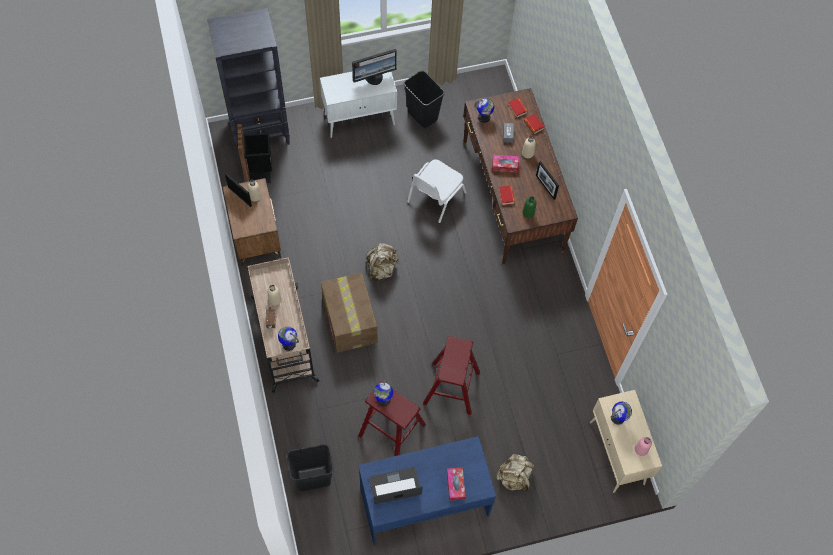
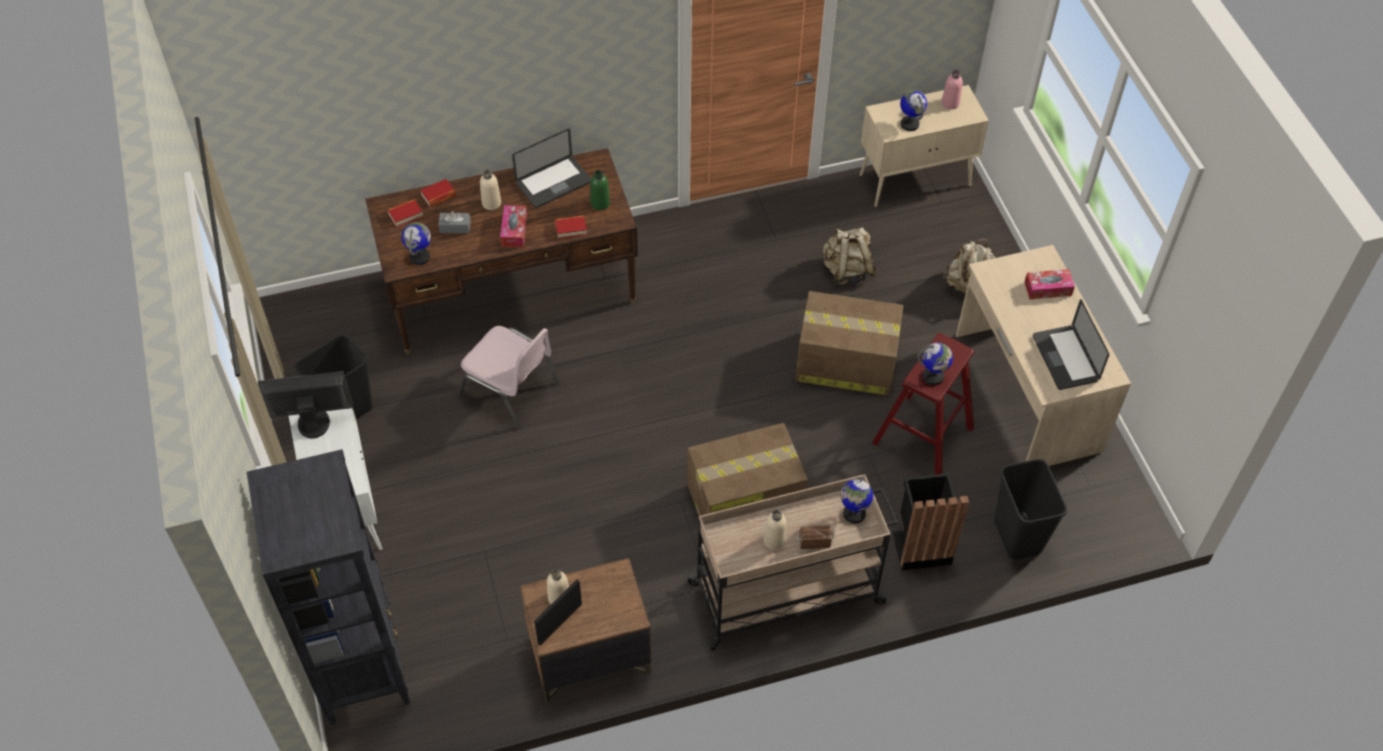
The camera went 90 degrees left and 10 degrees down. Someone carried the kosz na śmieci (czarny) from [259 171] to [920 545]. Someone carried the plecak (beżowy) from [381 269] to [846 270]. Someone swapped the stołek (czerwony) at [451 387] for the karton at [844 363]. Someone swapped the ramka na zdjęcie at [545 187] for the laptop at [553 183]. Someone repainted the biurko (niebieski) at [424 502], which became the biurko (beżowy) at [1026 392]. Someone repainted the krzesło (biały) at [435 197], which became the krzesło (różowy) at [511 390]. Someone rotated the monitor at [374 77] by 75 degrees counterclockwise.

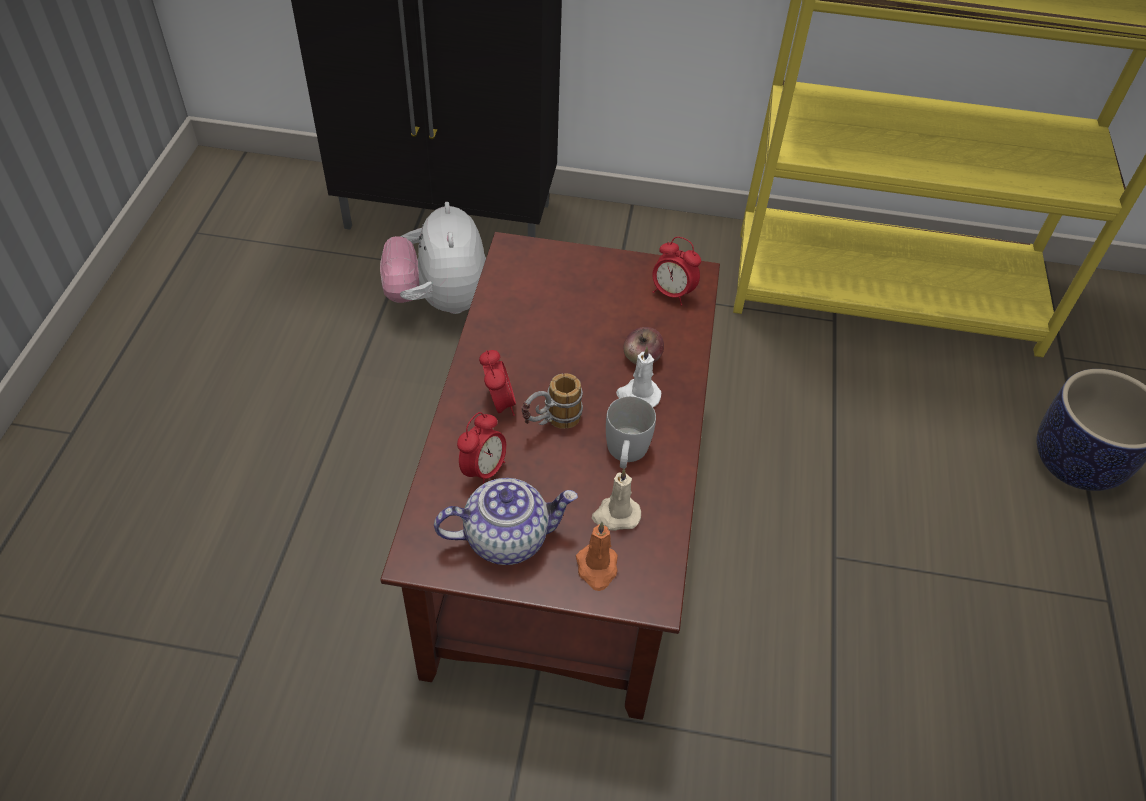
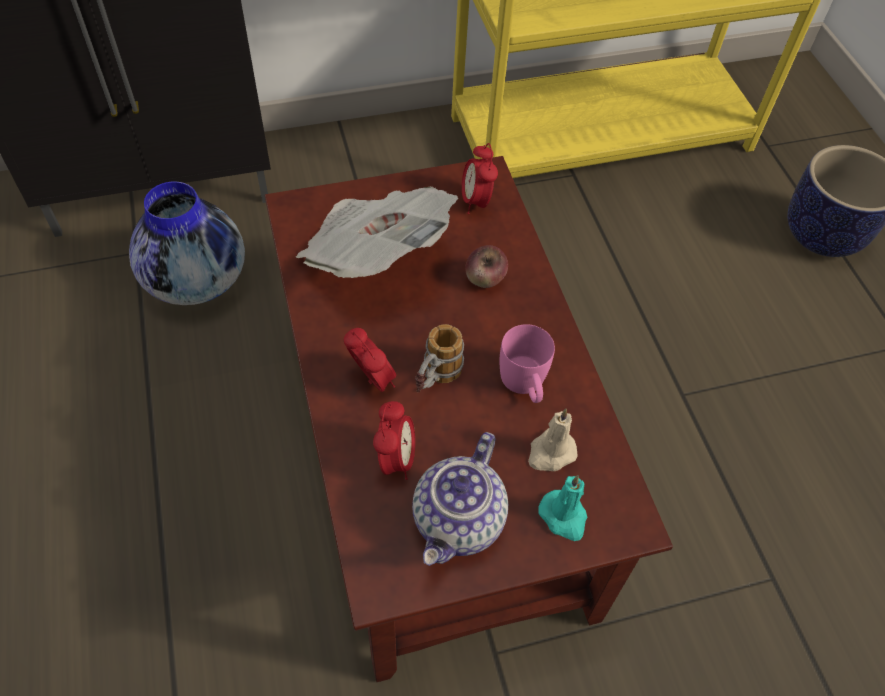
The camera went 25 degrees left and 5 degrees up. Someone took away the świeca (biały) at [638 395]. Someone put down the gazeta at [375 255]. Someone swapped the pluszak at [439 301] for the wazon at [197 280]. Someone repainted the świeca (pomarańczowy) at [597 568], which became the świeca (turkusowy) at [564 517]. Someone repainted the kubek (biały) at [625 454], which became the kubek (różowy) at [524 384]. Someone rotated the imbryk at [507 537] by 150 degrees clockwise. Someone rotated the budzik at [672 293] by 75 degrees clockwise.

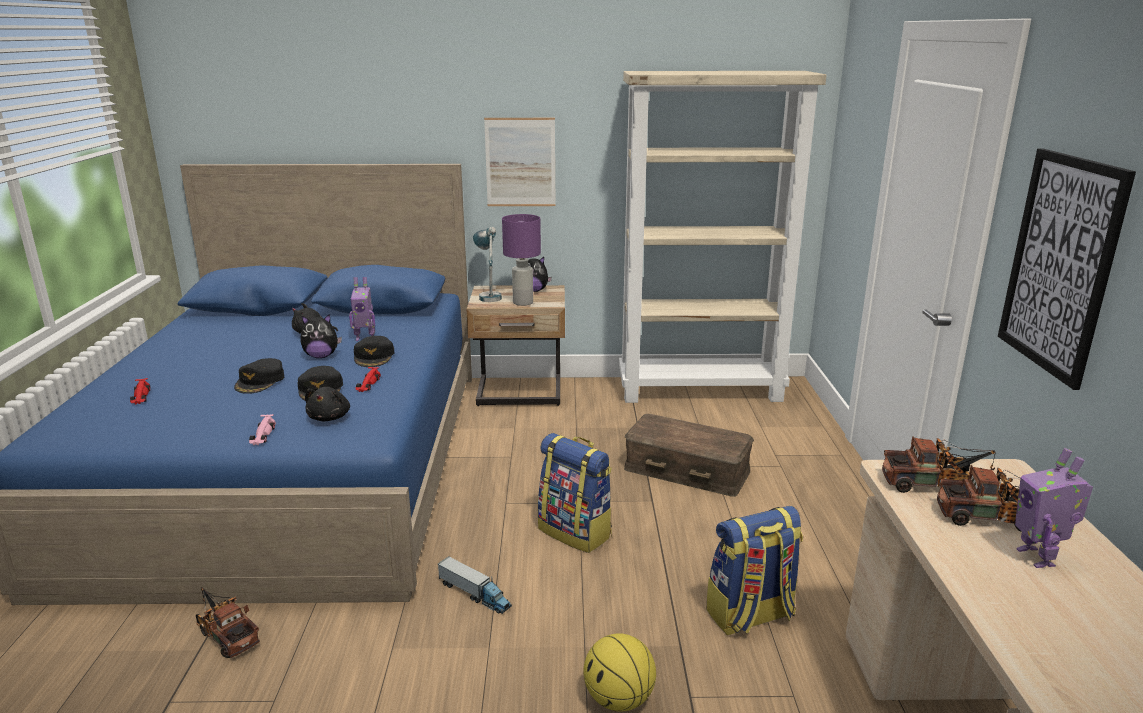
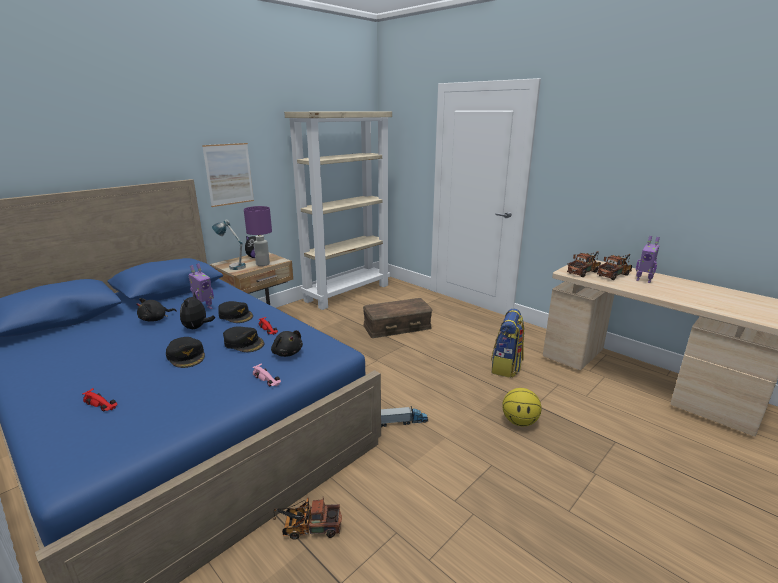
The camera went 45 degrees left and 0 degrees up. Someone took away the plecak at [576 532]. Someone took away the obraz at [1060 264]. Someone rotated the pluszak at [321 356] by 150 degrees clockwise.

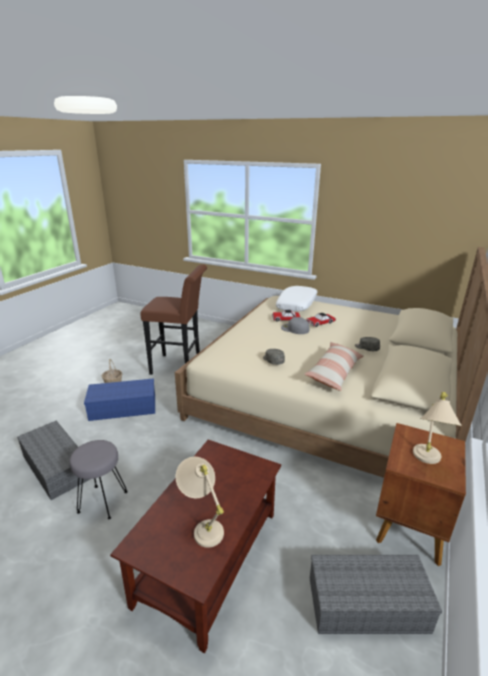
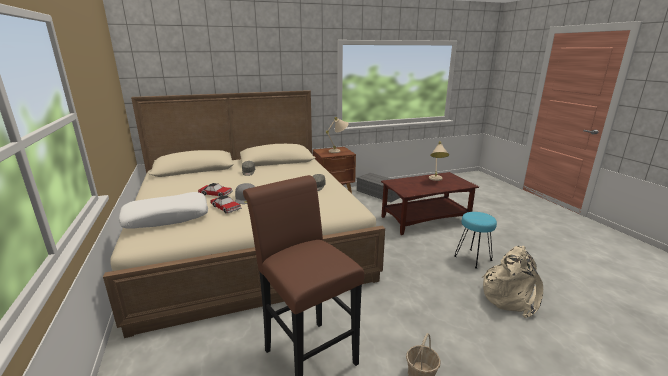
The camera went 135 degrees left and 5 degrees down. Someone took away the pojemnik do przechowywania (niebieski) at [124 407]. Someone took away the poduszka at [334 372]. Someone swapped the pojemnik do przechowywania (szary) at [55 467] for the plecak (beżowy) at [511 297]. Someone repainted the stołek (szary) at [103 501], which became the stołek (turkusowy) at [472 258].

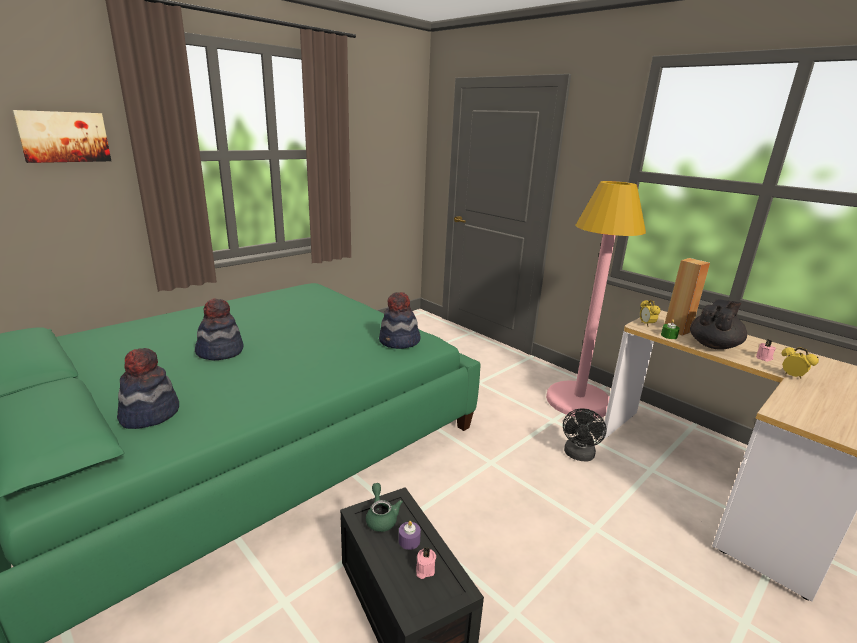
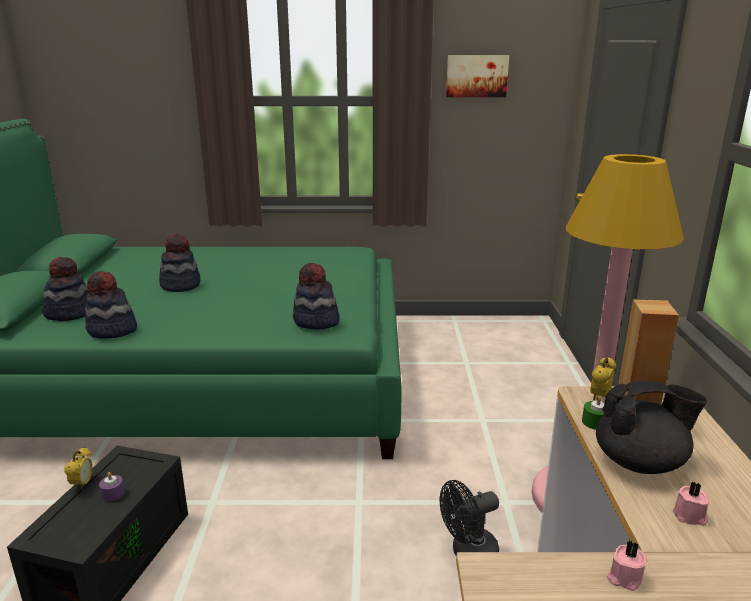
The camera went 45 degrees right and 0 degrees up. Someone took away the imbryk (zielony) at [381 517]. Someone put down the kapelusz at [112 330]. Someone carried the obraz from [64 137] to [476 76]. Someone carried the świeca (różowy) from [424 570] to [623 578]. Someone carried the budzik from [792 376] to [83 484].

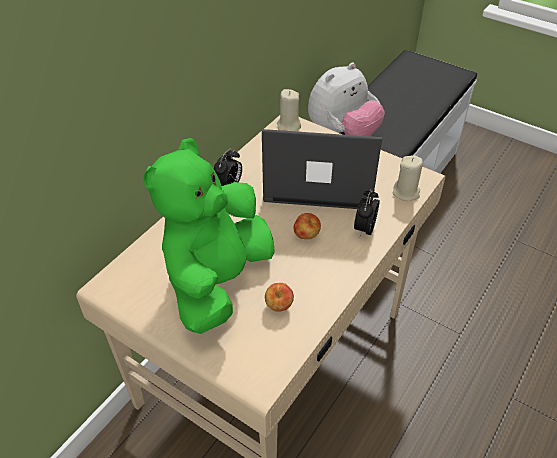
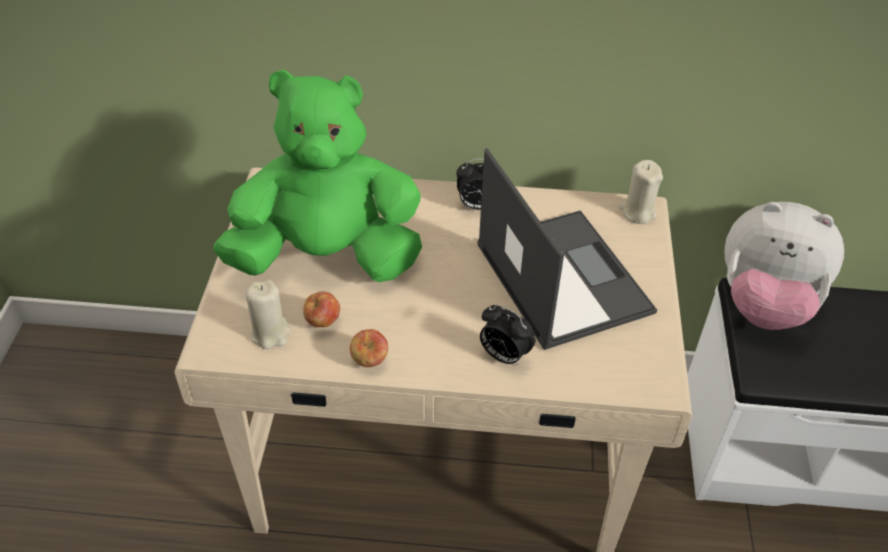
The camera went 60 degrees right and 0 degrees up. Someone carried the jabłko from [306 235] to [369 360]. Someone carried the świeca (beżowy) from [406 193] to [270 333]. Someone rotated the budzik at [364 229] by 135 degrees counterclockwise.

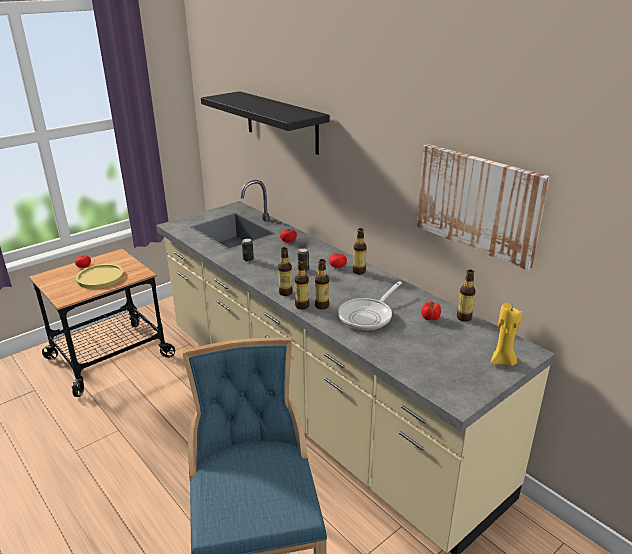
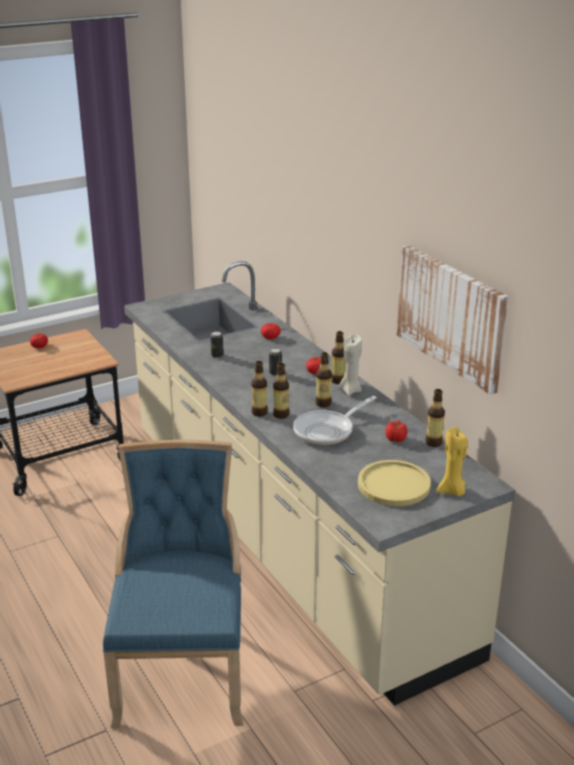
The camera went 10 degrees right and 0 degrees up. Someone took away the półka (czarny) at [281 122]. Someone put down the świeca (beżowy) at [350 390]. Someone carried the talerz (żółty) from [100 277] to [393 485]. Someone carried the butelka from [285 293] to [323 403].

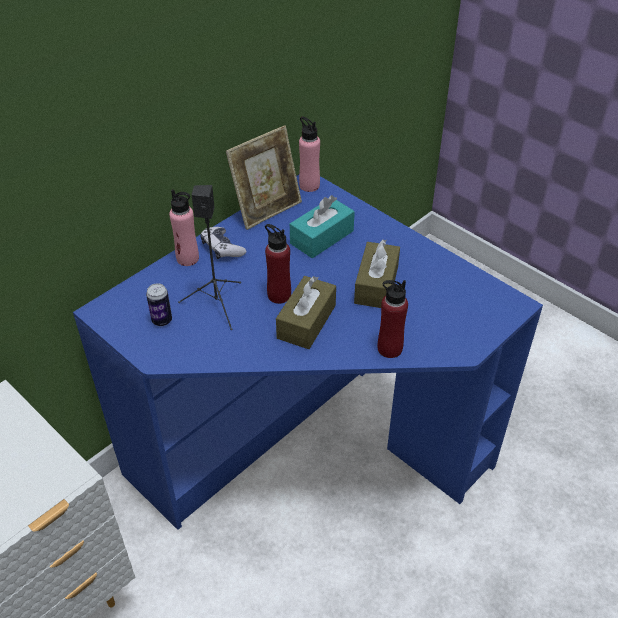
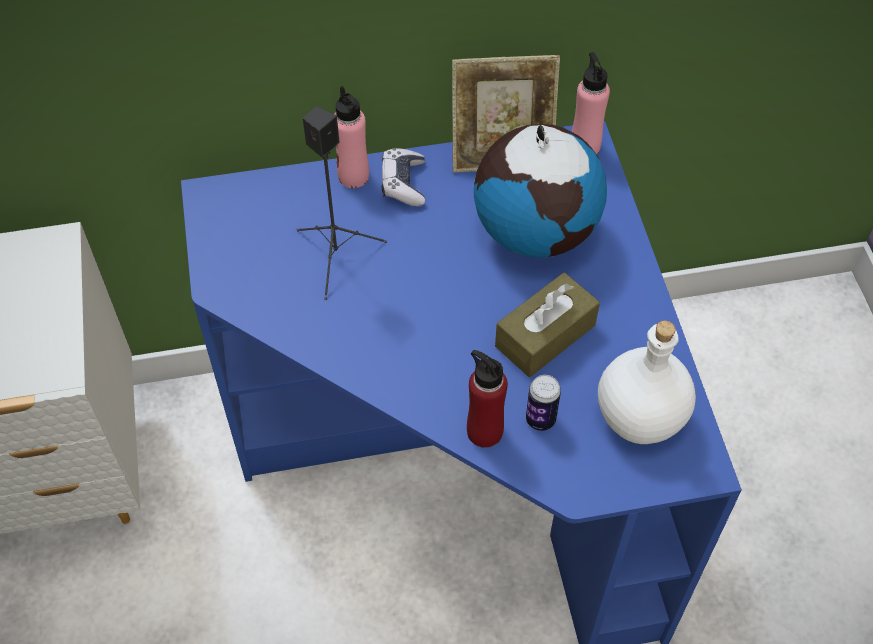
The camera went 35 degrees right and 10 degrees up. Someone took away the butelka (czerwony) at [279 295]. Someone took away the pudełko chusteczek (brązowy) at [306 322]. Someone put down the butelka (biały) at [640 419]. Someone carried the puszka from [162 320] to [540 419]. Someone swapped the pudełko chusteczek (turkusowy) at [322 237] for the globus at [535 231].

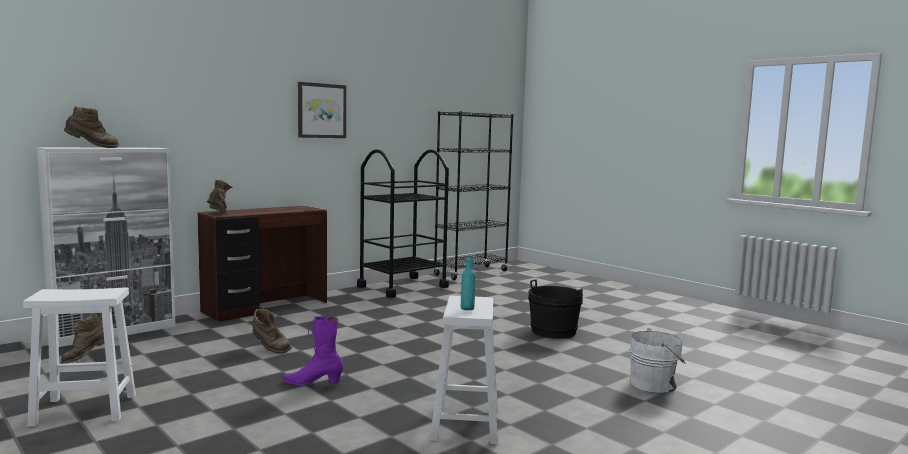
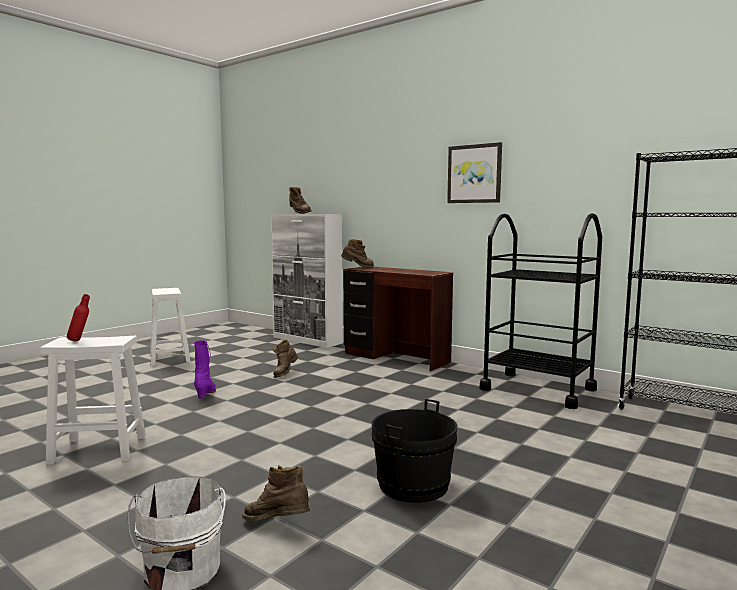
The camera went 80 degrees right and 0 degrees up. Someone carried the but z cholewką (brązowy) from [87 359] to [278 526]. Someone repainted the butelka (turkusowy) at [467 309], which became the butelka (czerwony) at [80 341].

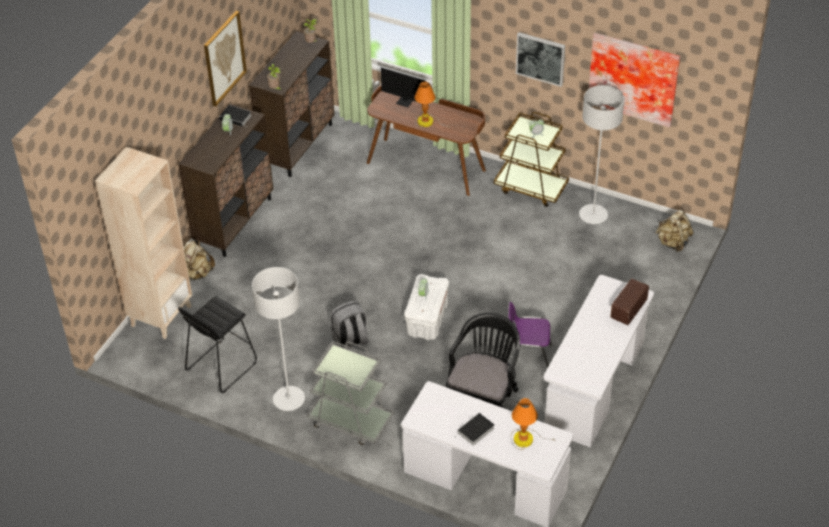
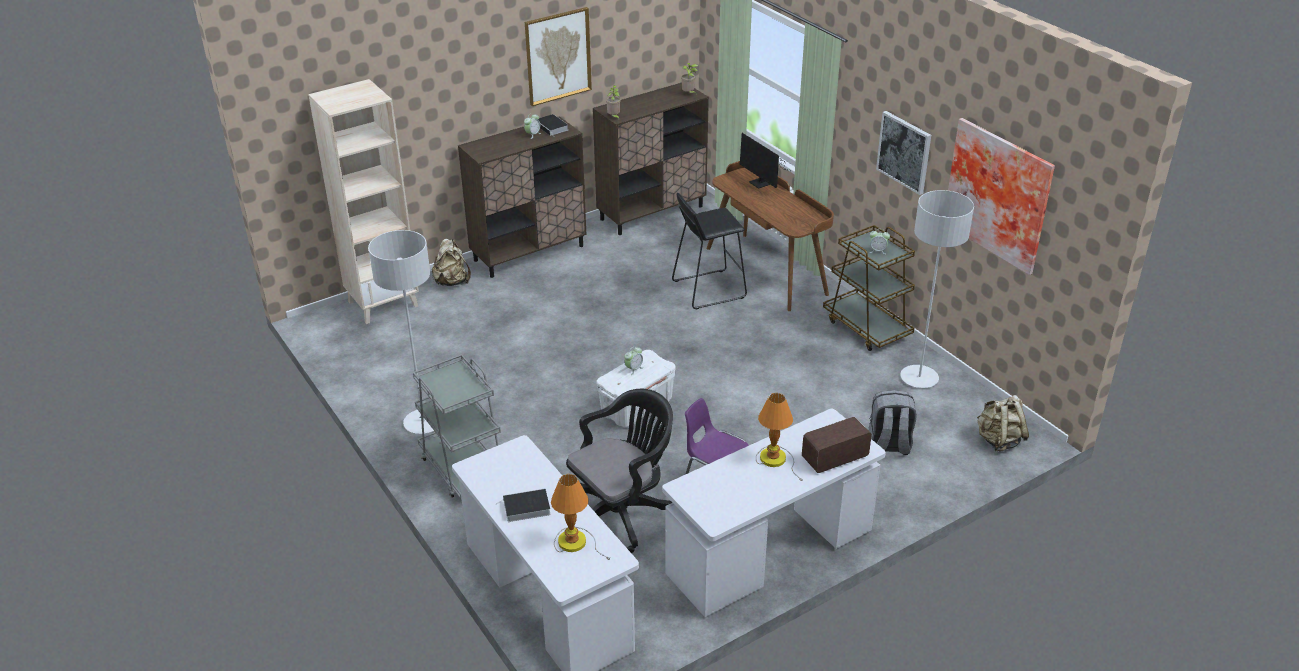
The camera went 30 degrees right and 10 degrees down. Someone carried the stołek (czarny) from [221 366] to [708 289]. Someone carried the plecak (szary) from [350 340] to [889 445]. Someone carried the lampa stołowa from [427 121] to [776 459].

